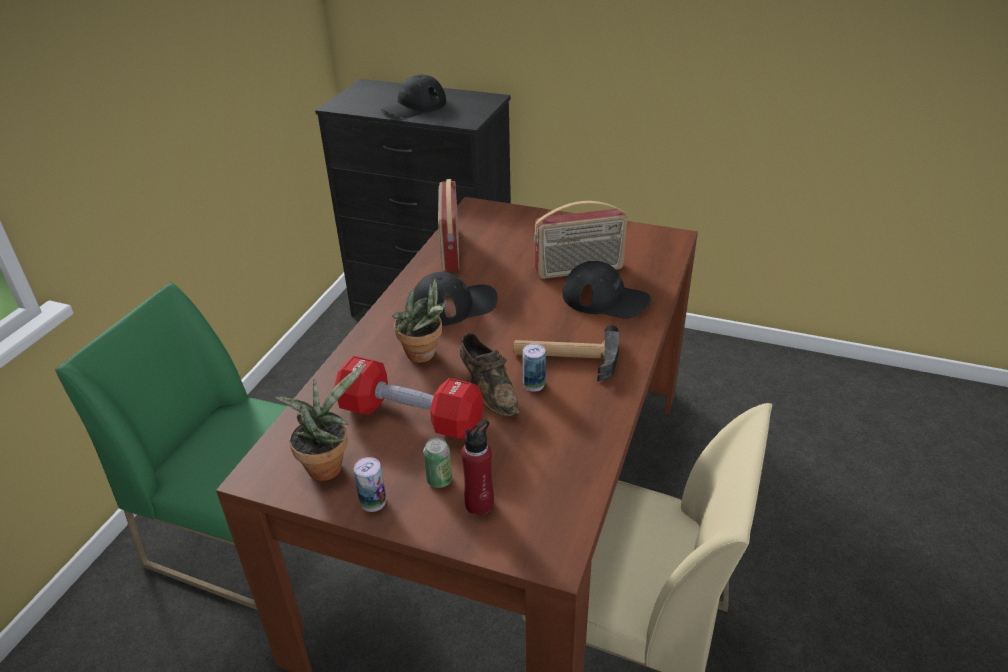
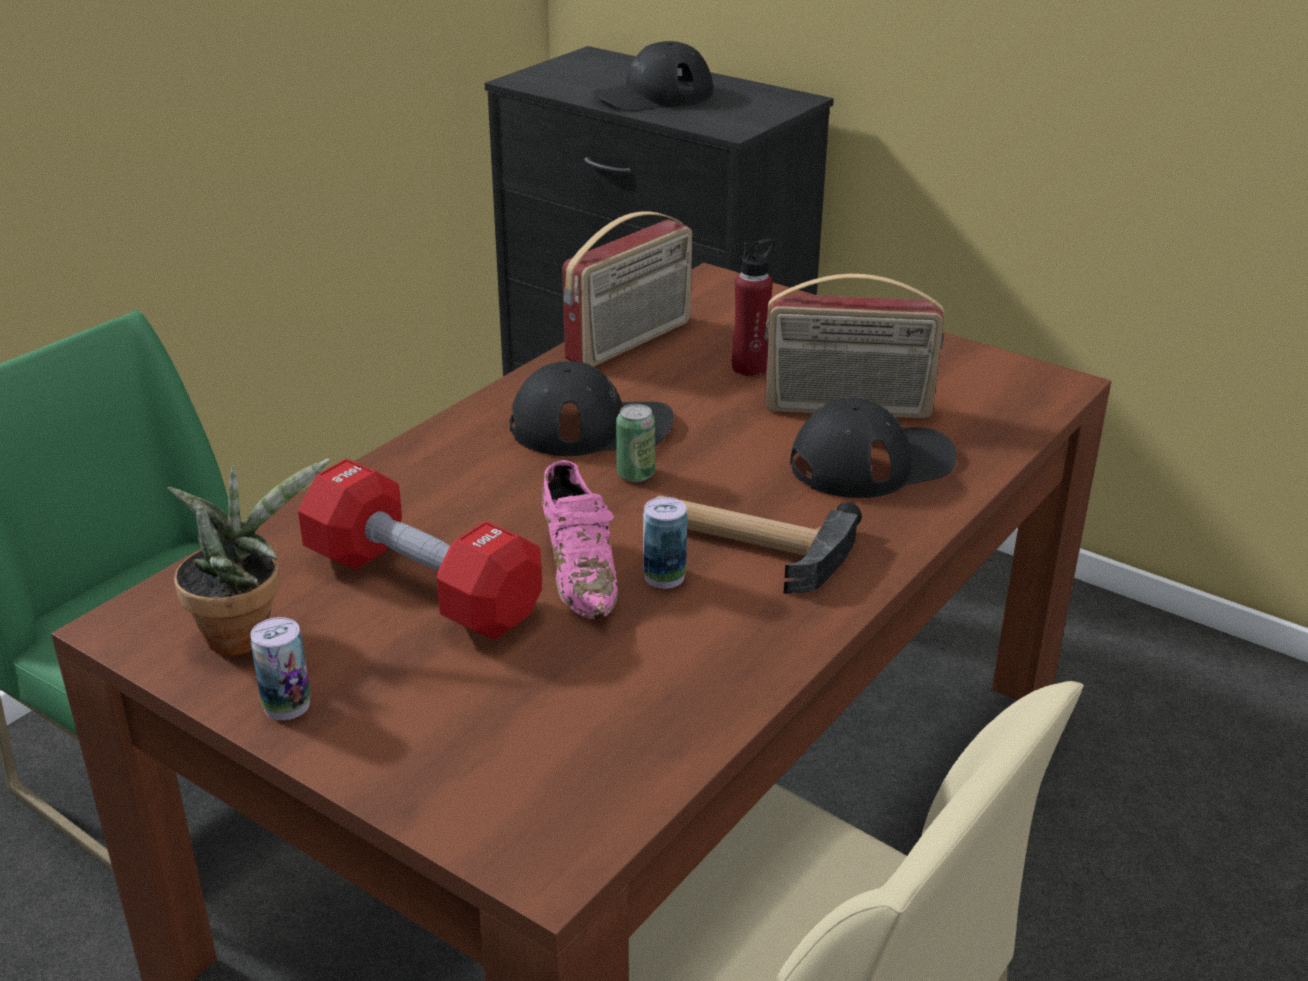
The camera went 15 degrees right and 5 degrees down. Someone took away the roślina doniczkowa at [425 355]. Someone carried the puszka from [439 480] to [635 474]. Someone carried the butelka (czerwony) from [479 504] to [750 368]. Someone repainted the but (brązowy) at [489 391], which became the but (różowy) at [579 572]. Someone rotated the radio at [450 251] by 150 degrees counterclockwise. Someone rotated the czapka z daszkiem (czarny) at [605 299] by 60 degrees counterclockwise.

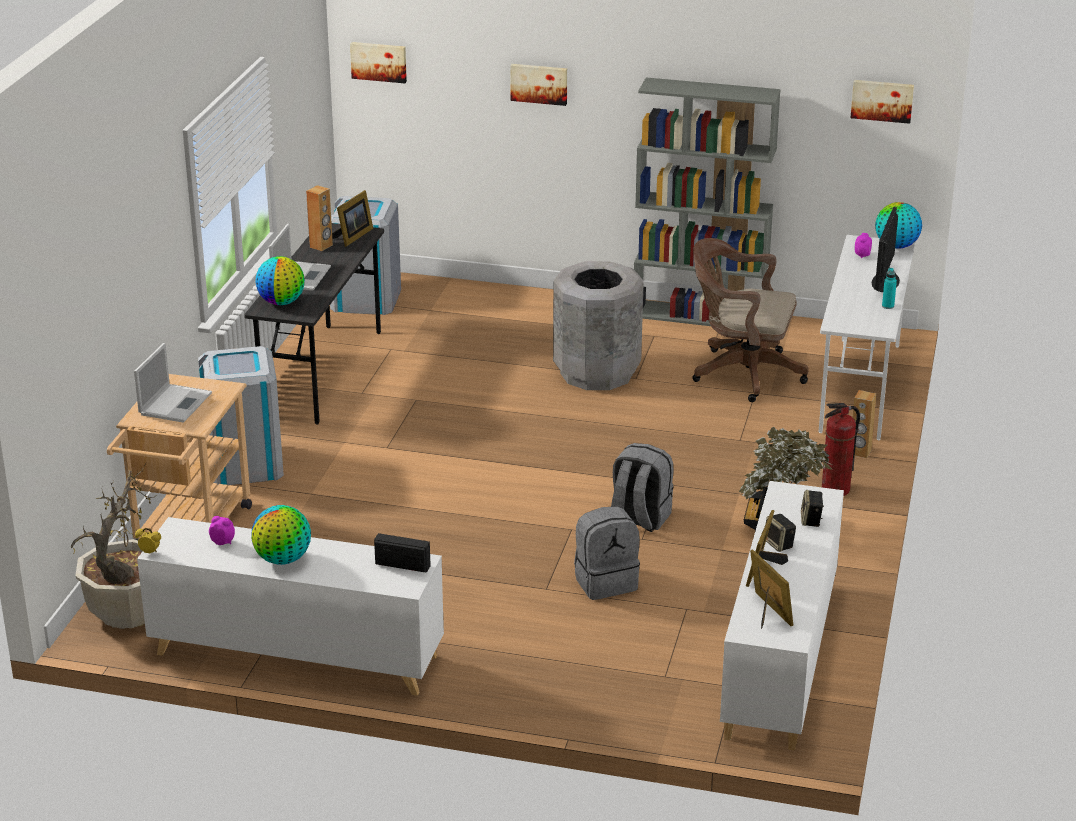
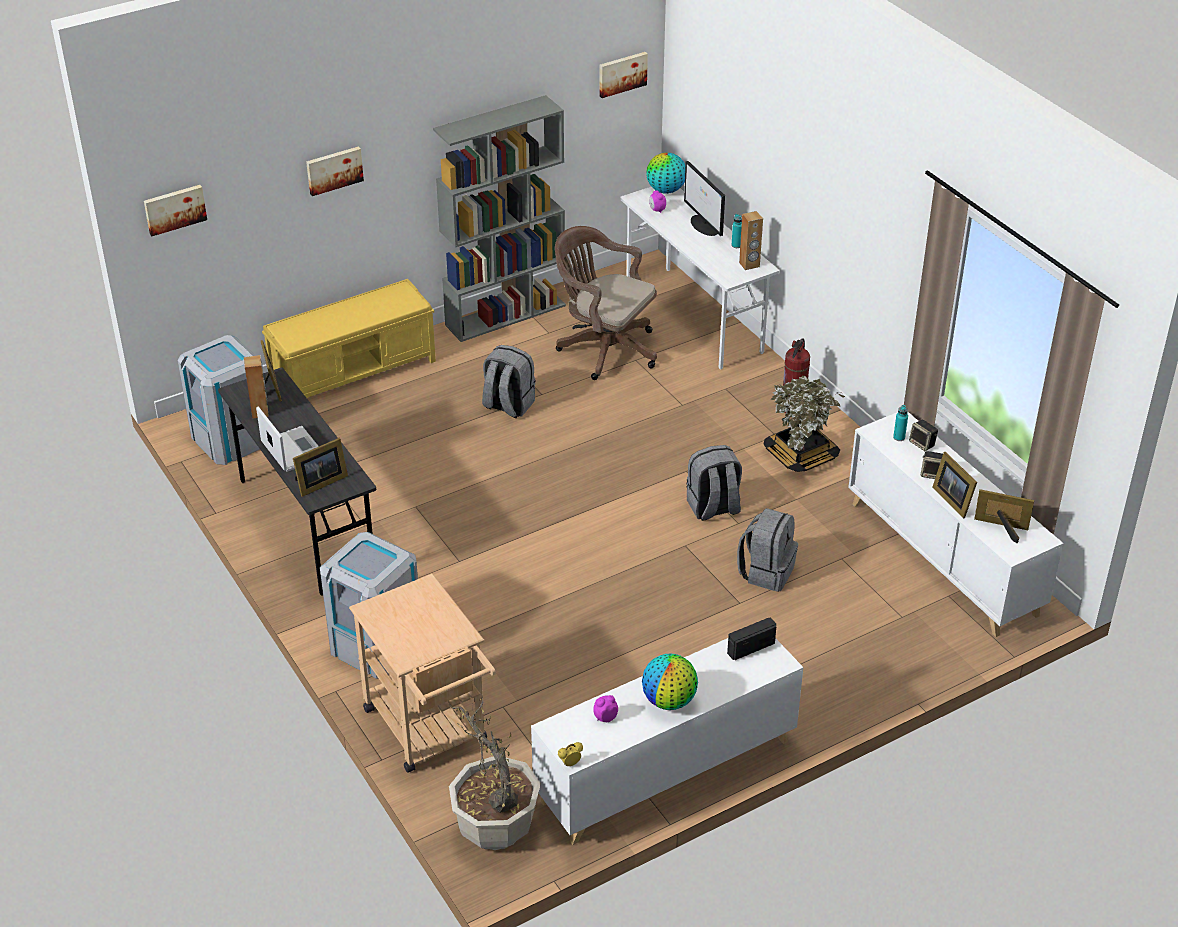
The camera went 45 degrees left and 10 degrees up. Someone took away the laptop at [175 403]. Someone put down the ławka (żółty) at [355 371]. Someone put down the butelka (turkusowy) at [899 437]. Someone carried the głośnik (brązowy) from [860 452] to [749 265]. Someone swapped the globus at [281 302] for the ramka na zdjęcie at [319 483]. Someone swapped the kosz na śmieci (szary) at [596 373] for the plecak (szary) at [508 405]. Someone rotated the krzesło biurowe (brązowy) at [742 373] by 60 degrees clockwise.

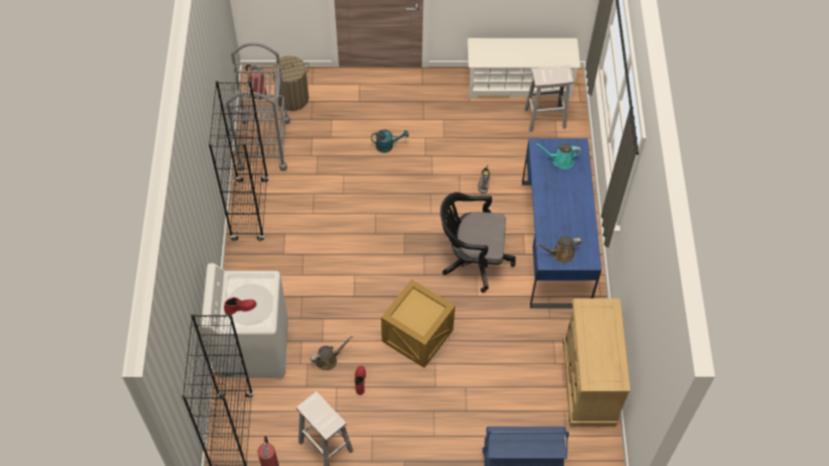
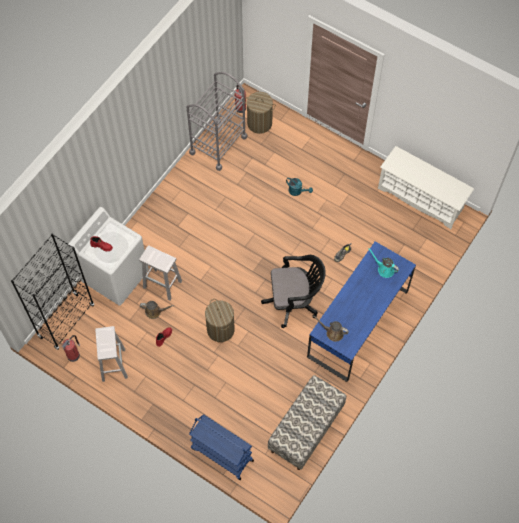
The camera went 35 degrees right and 5 degrees up. Someone took away the regał (czarny) at [250 210]. Someone carried the stołek (biały) from [545 118] to [163 284]. Someone swapped the skrzynka at [416 335] for the kosz na pranie at [220 329]. Someone swapped the komoda (beżowy) at [588 382] for the ławka at [306 430]. Someone rotated the krzesło biurowe (czarny) at [472 259] by 135 degrees clockwise.

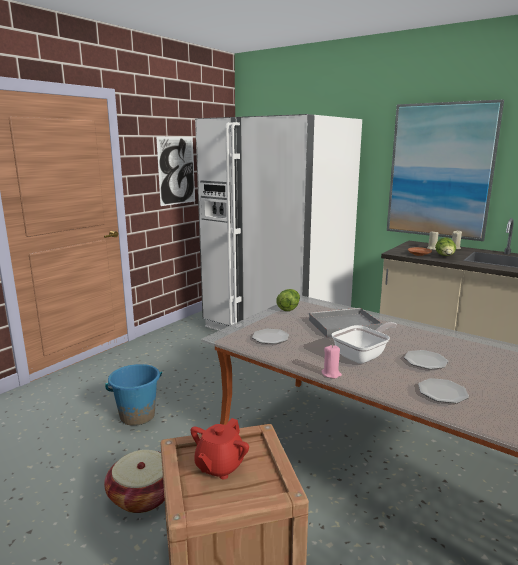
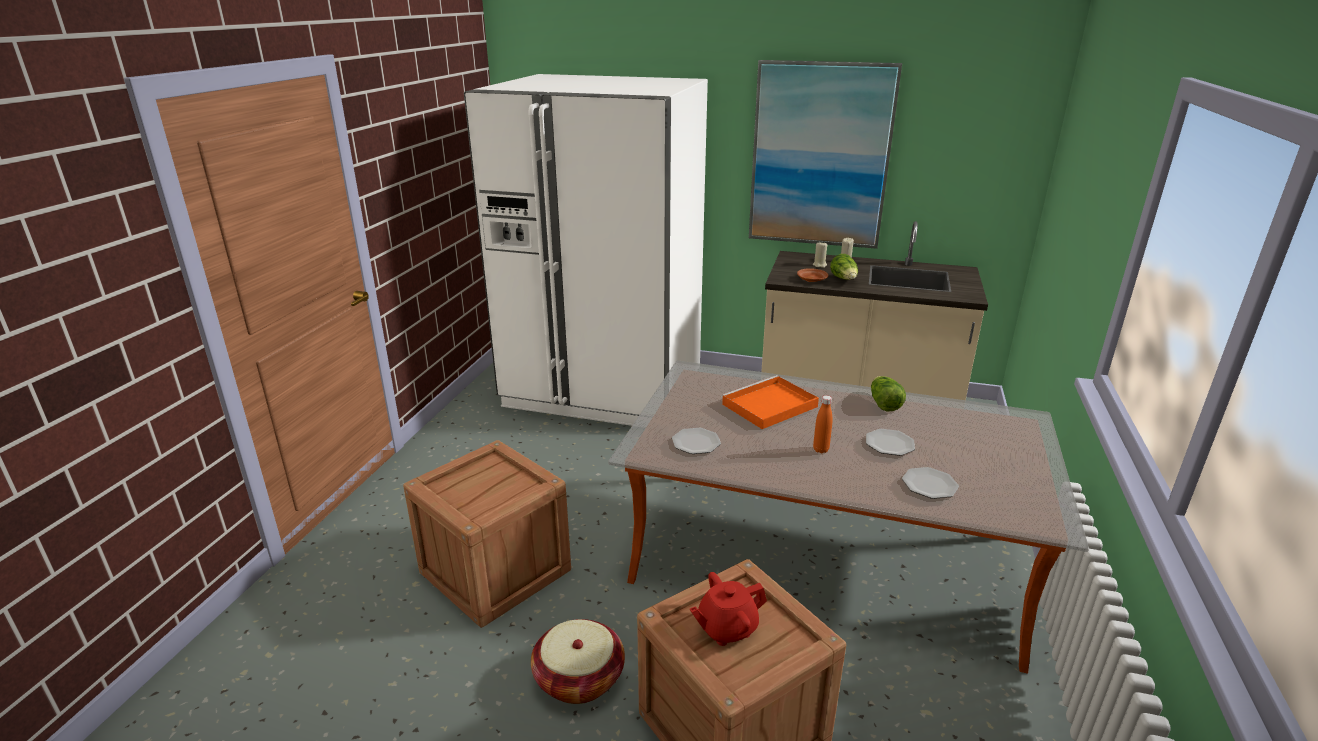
The camera went 20 degrees left and 10 degrees up. Someone took away the obraz at [176 170]. Someone took away the świeca (różowy) at [331 374]. Someone carried the sałata from [288 307] to [883 403]. Someone swapped the wiadro (niebieski) at [137 416] for the skrzynka at [495 571]. Someone swapped the patelnia at [363 356] for the butelka (pomarańczowy) at [820 450]. Someone repainted the taca (szary) at [343 326], which became the taca (pomarańczowy) at [768 406]. Someone rotated the imbryk (czerwony) at [219 466] by 60 degrees clockwise.

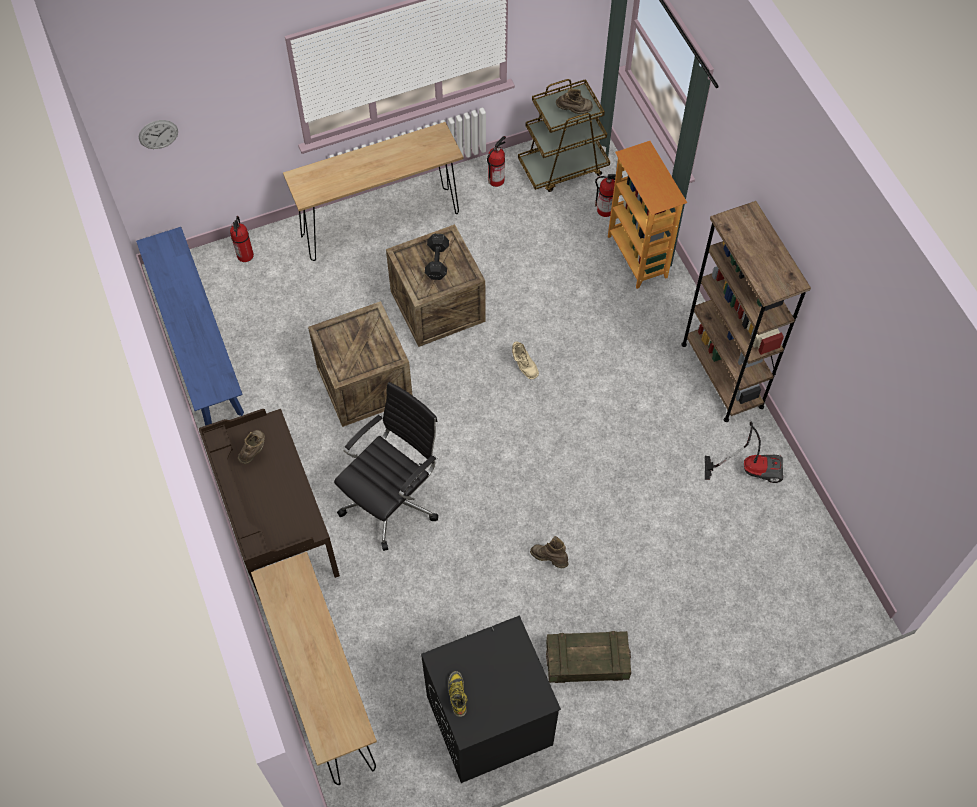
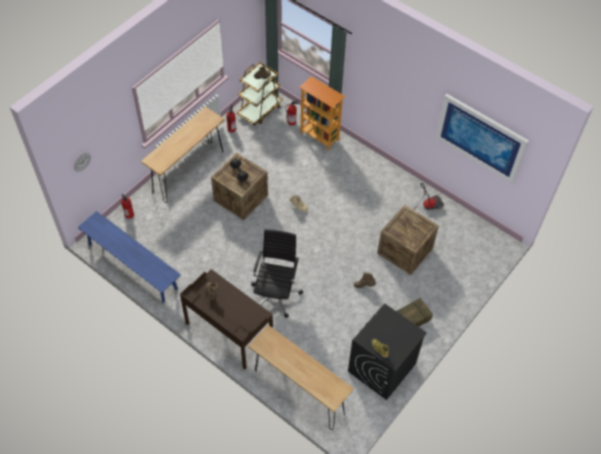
The camera went 30 degrees left and 5 degrees down. Someone took away the regał (brązowy) at [722 375]. Someone put up the obraz at [480 138]. Someone carried the skrzynka from [364 383] to [405 250].

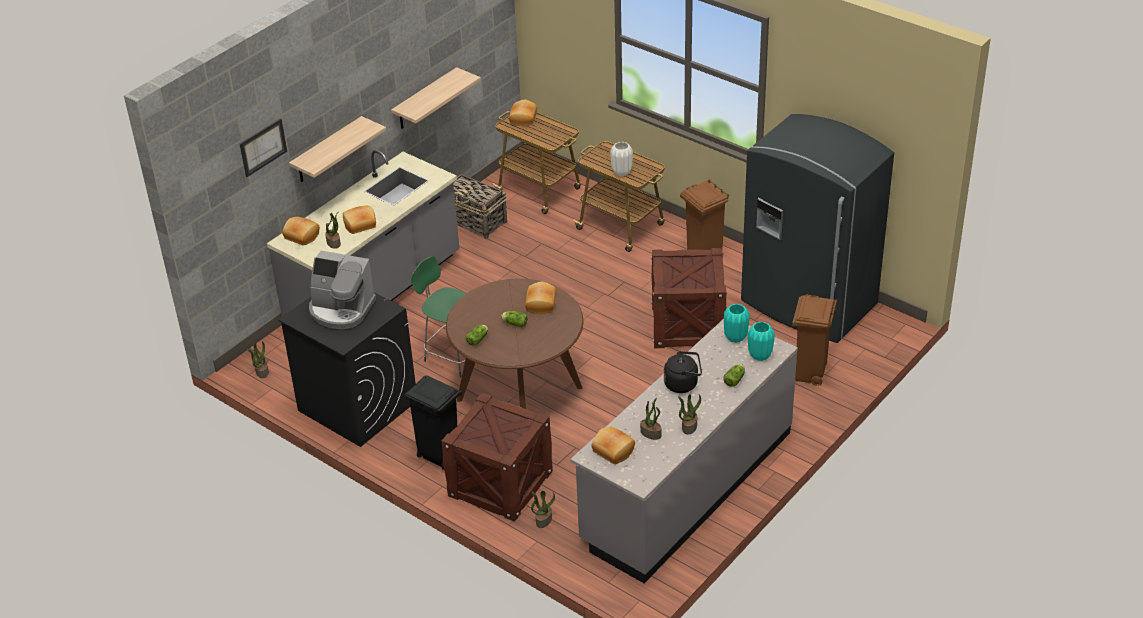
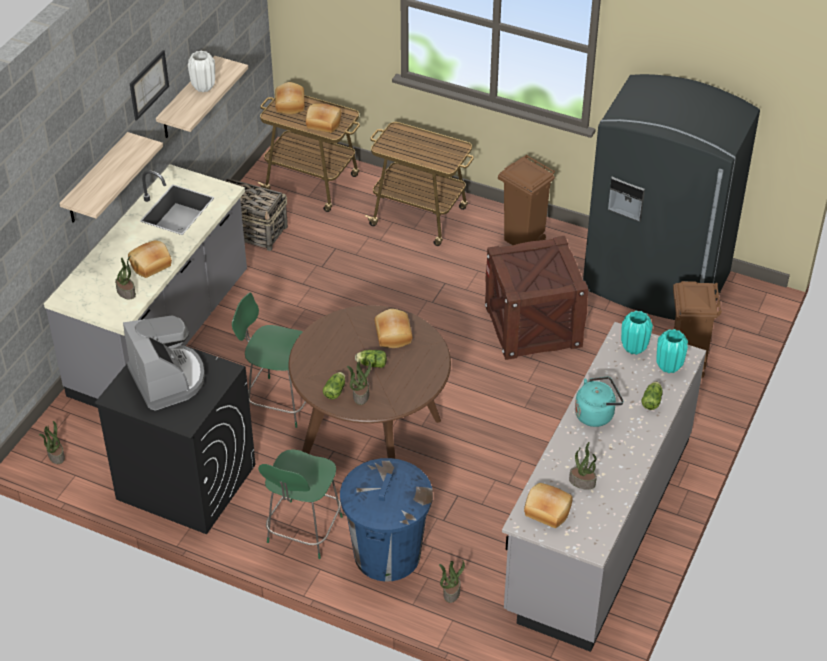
The camera went 15 degrees left and 5 degrees up. Someone carried the obraz from [263 147] to [148 84]. Someone carried the chleb from [301 236] to [323 124]. Someone carried the wazon (biały) from [621 172] to [203 87]. Someone carried the roślina doniczkowa from [689 426] to [360 395]. Someone swapped the kosz na śmieci (czarny) at [438 456] for the krzesło (zielony) at [303 531]. Someone swapped the skrzynka at [500 484] for the kosz na śmieci (niebieski) at [387 554]. Someone repainted the czajnik (czarny) at [683 384], which became the czajnik (turkusowy) at [596 414]. Someone rotated the ekspres do kawy at [341 310] by 120 degrees counterclockwise.

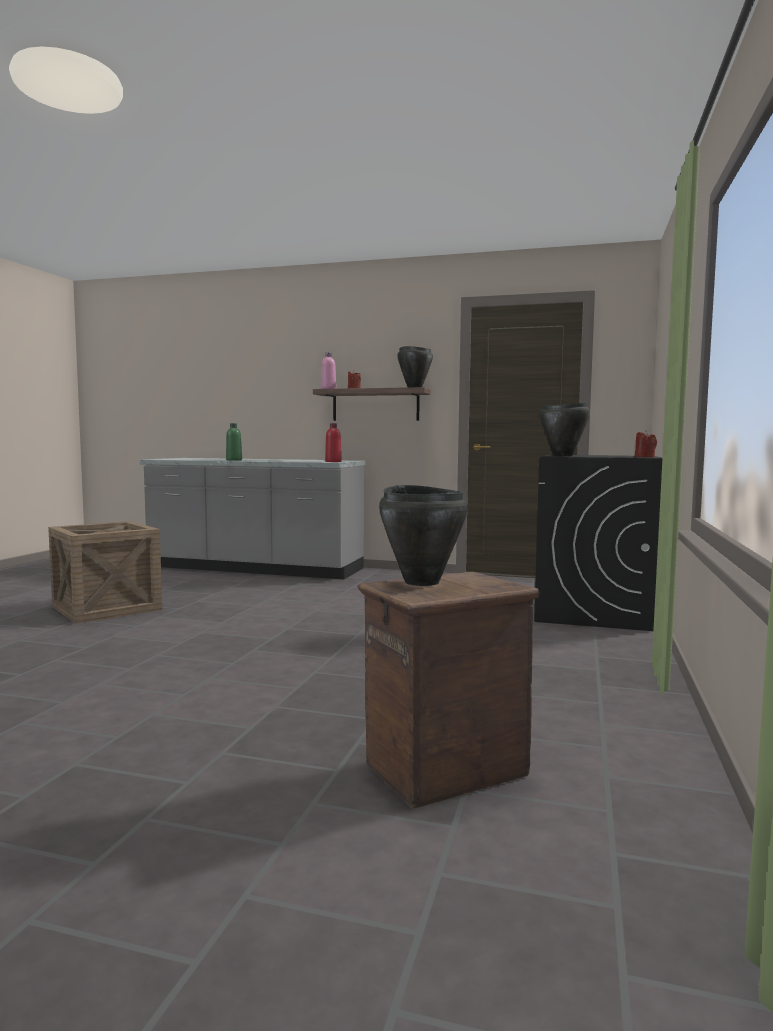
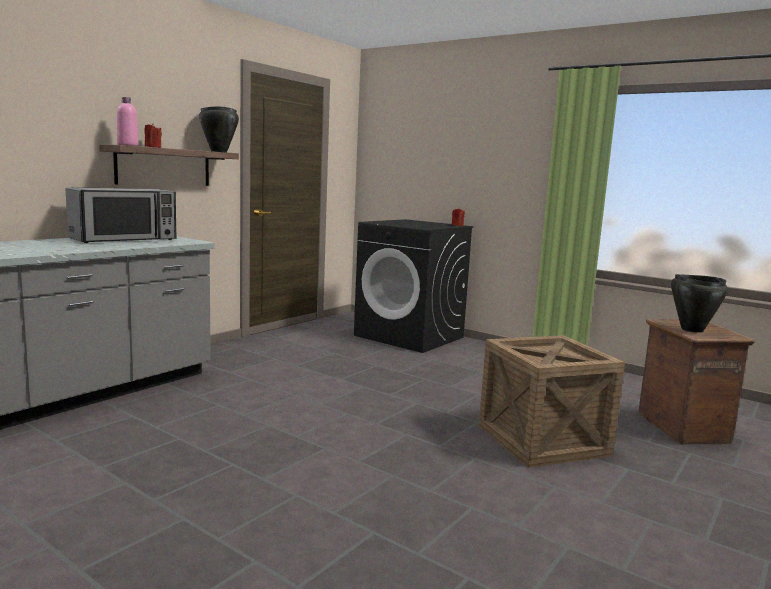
The camera went 70 degrees left and 5 degrees up. Someone took away the butelka (zielony) at [234 460]. Someone took away the butelka (czerwony) at [333 461]. Someone took away the garnek (czarny) at [563 456]. Someone put down the mikrofalówka at [124 239]. Someone carried the skrzynka from [106 608] to [542 440].

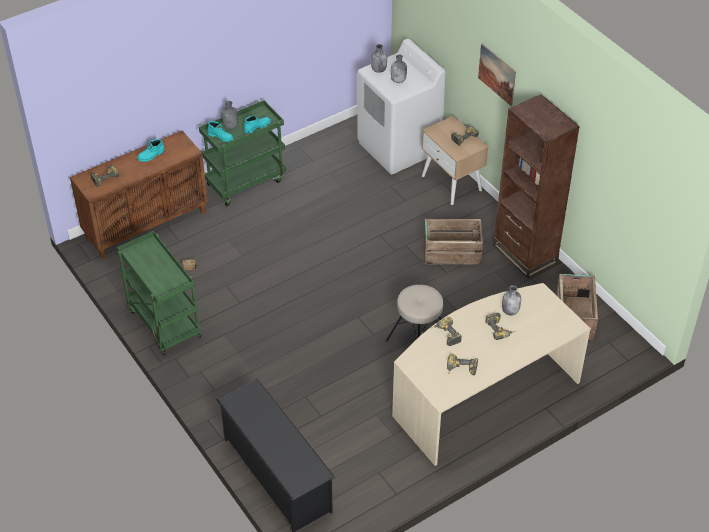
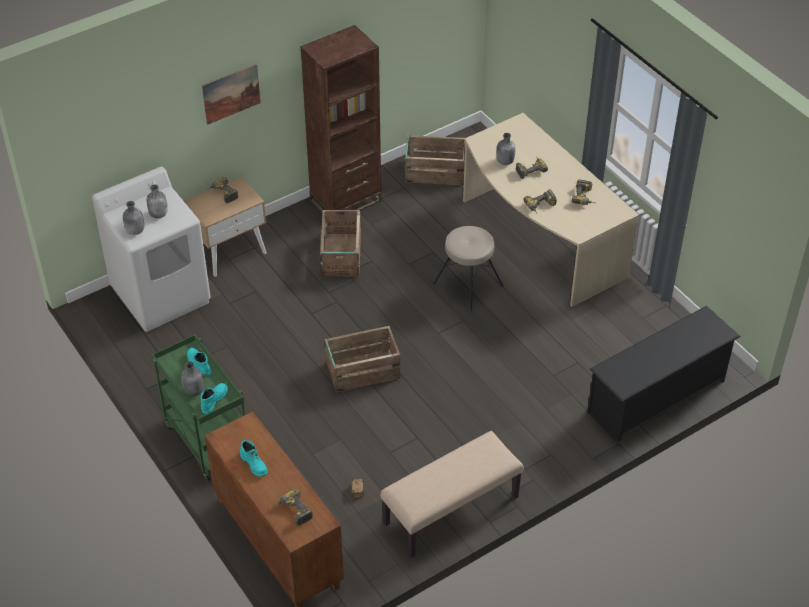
The camera went 90 degrees left and 0 degrees up. Someone put down the skrzynka at [361 371]. Someone swapped the wózek (zielony) at [163 323] for the ławka (beżowy) at [451 511].

